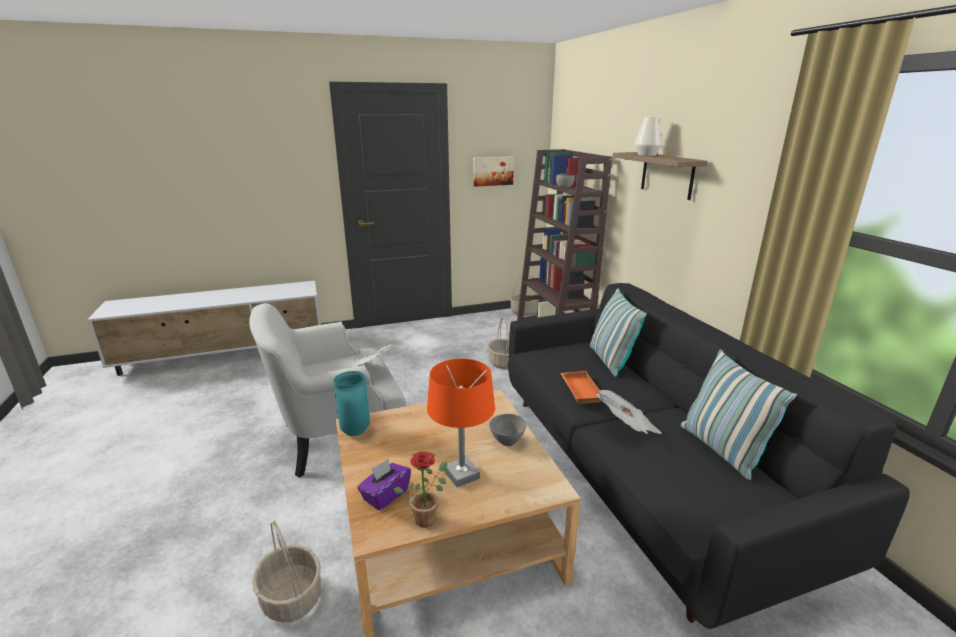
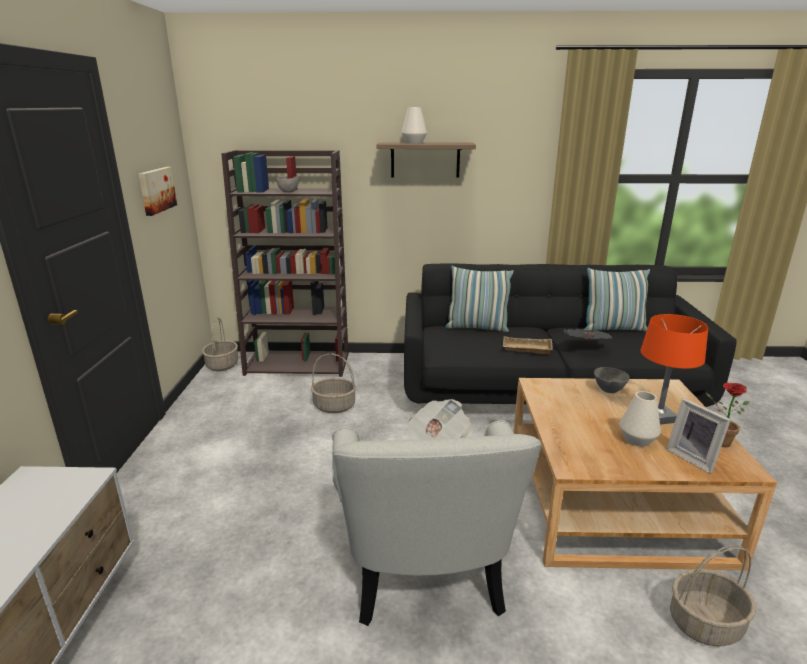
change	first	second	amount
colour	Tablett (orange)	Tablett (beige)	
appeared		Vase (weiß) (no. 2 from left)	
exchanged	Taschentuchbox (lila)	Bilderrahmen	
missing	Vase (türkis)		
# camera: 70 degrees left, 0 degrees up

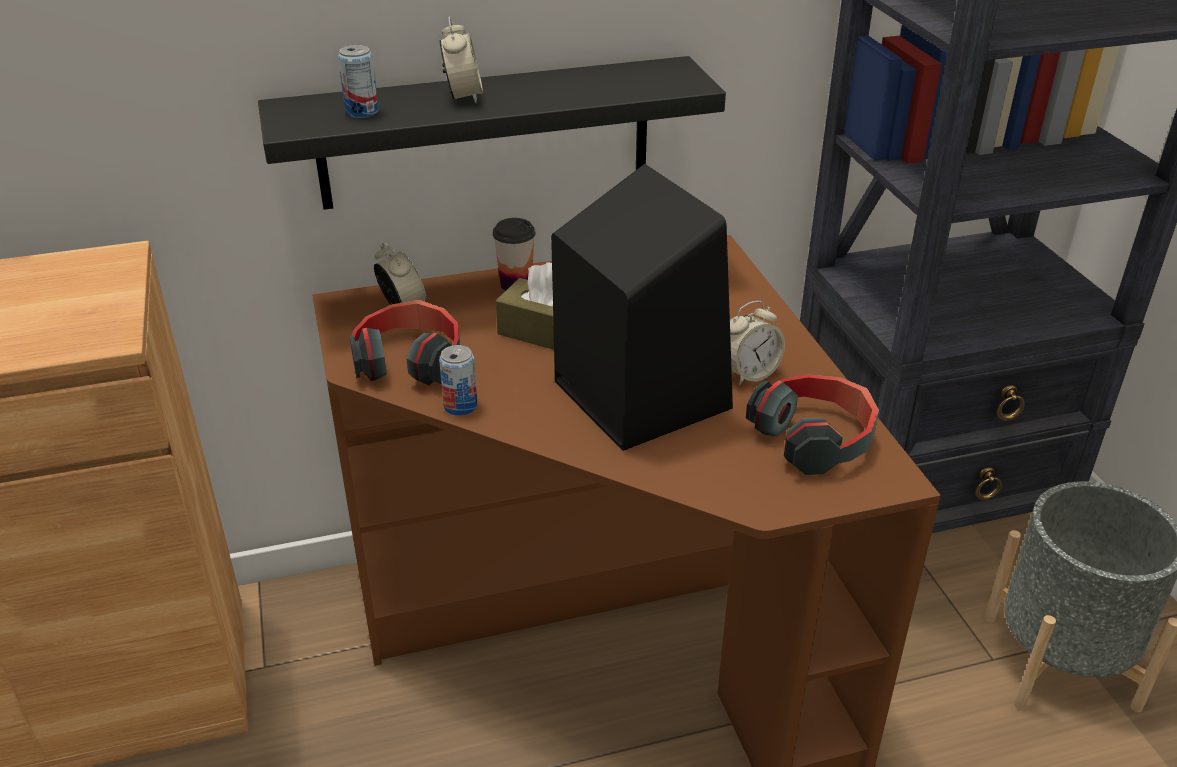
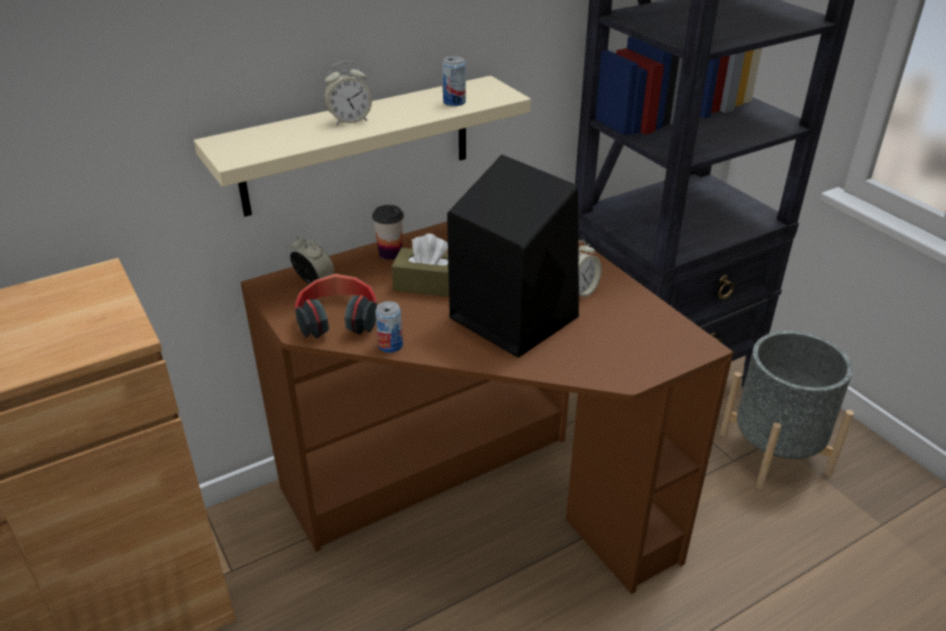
change	first	second	amount
colour	Wandregal (schwarz)	Wandregal (beige)	
spun	Wecker (no. 2 from left)		90 degrees clockwise
relocated	Dose (no. 1 from left in the first image)	Dose (no. 2 from left)	
missing	Kopfhörer (no. 2 from left)		
# camera: 15 degrees left, 0 degrees up

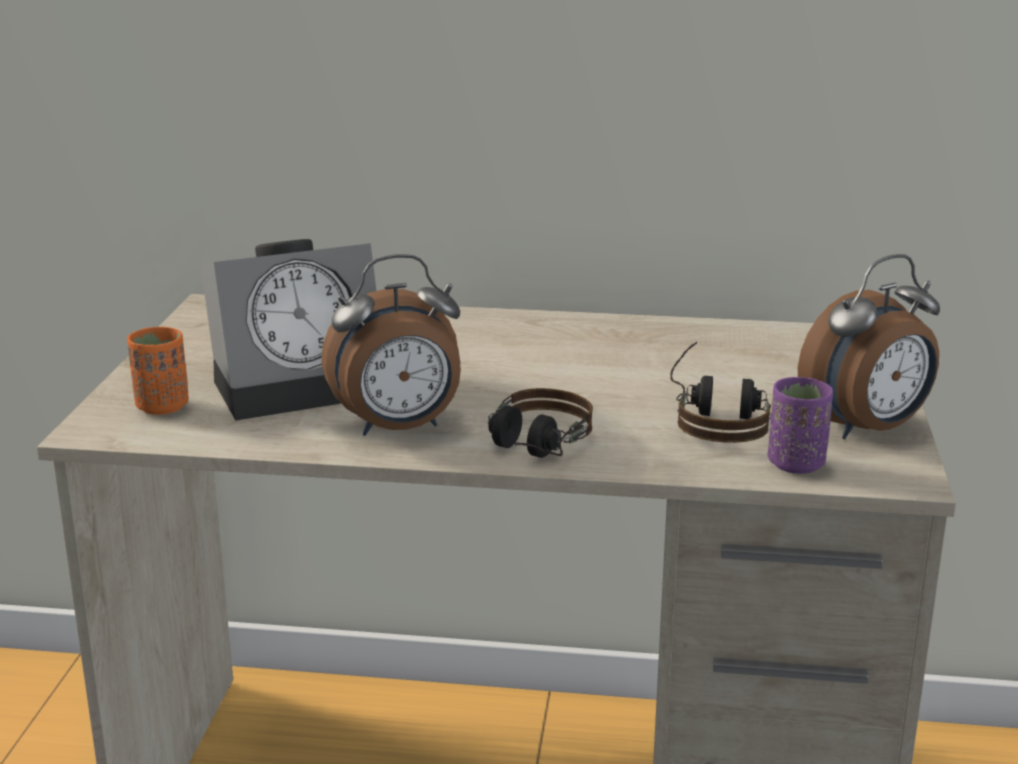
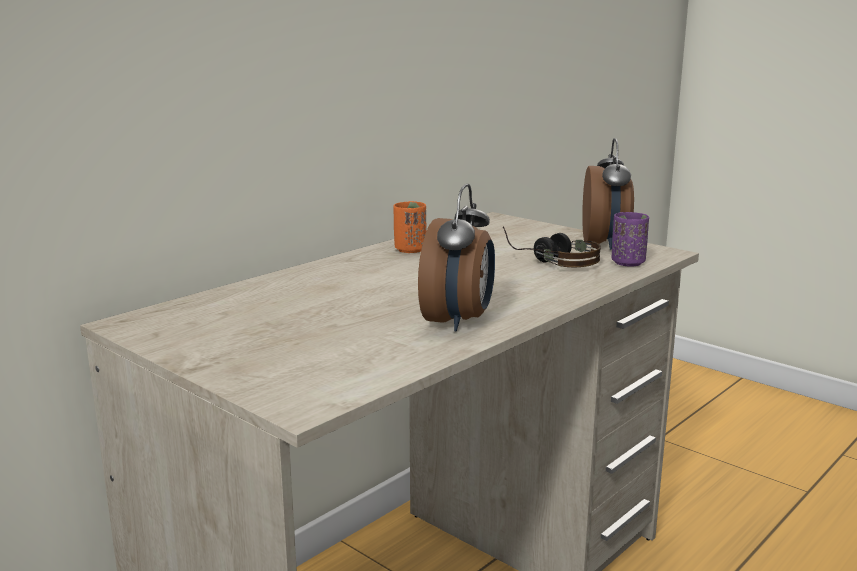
change	first	second	amount
relocated	Tasse (orange)		
missing	Wecker (no. 1 from left)		
missing	Kopfhörer (no. 1 from left)		
# camera: 55 degrees left, 5 degrees down

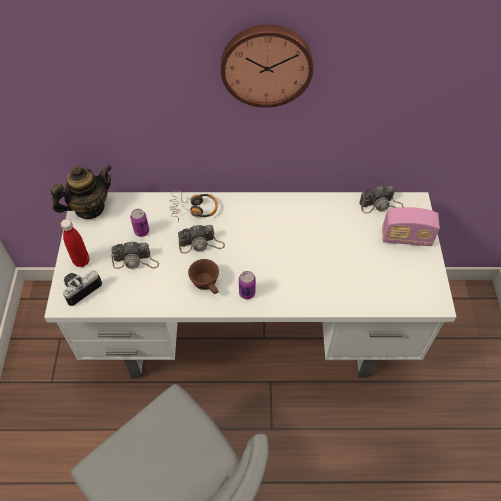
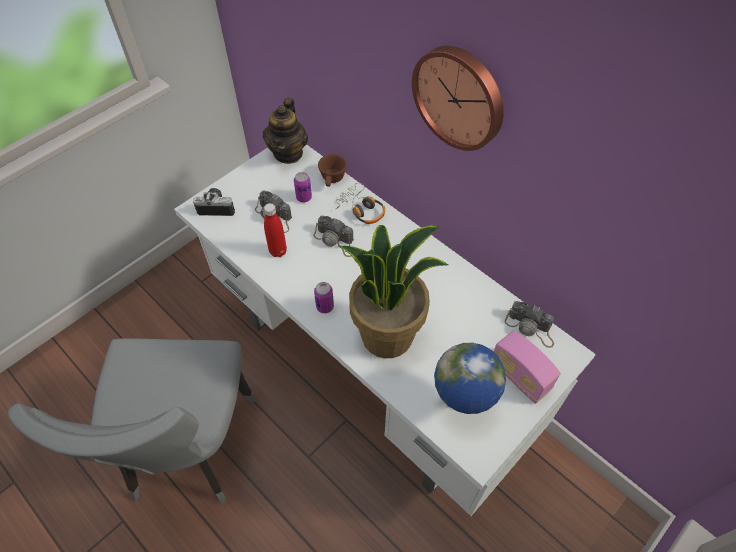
change	first	second	amount
spun	Teekanne		90 degrees clockwise
relocated	Flasche (rot)		
relocated	Tasse (braun)		
appeared		Topfpflanze	
appeared		Globus	
# camera: 45 degrees right, 0 degrees up

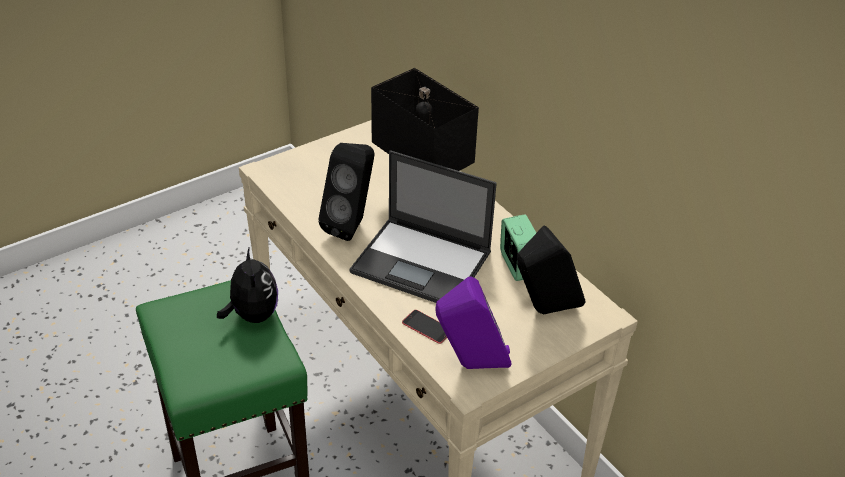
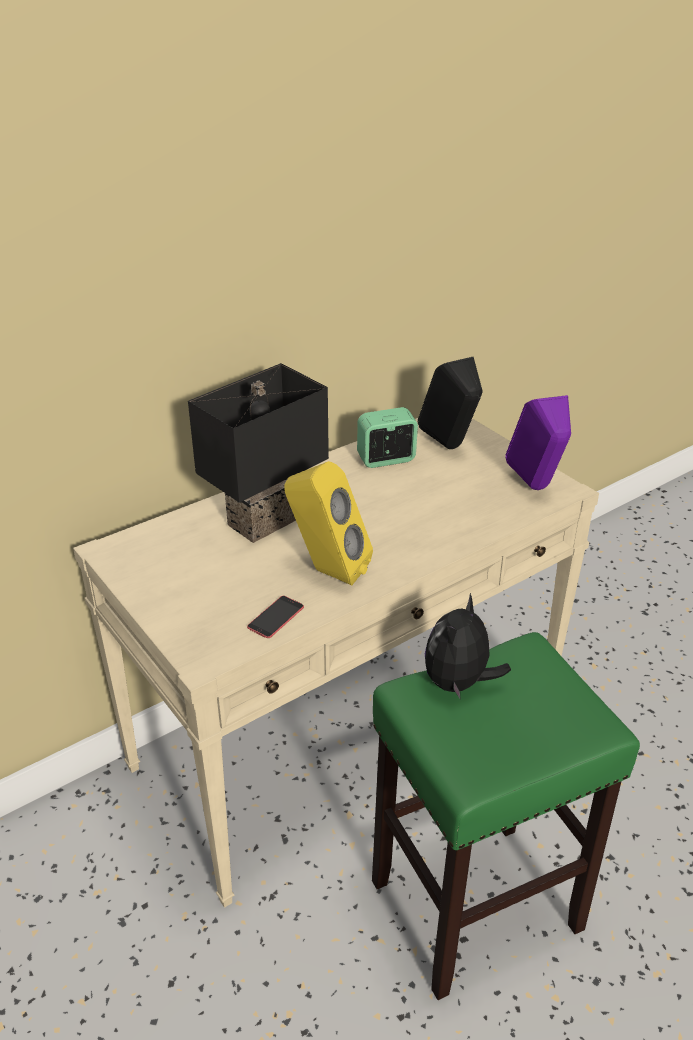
change	first	second	amount
relocated	Handy		
colour	Lautsprecher (schwarz) (no. 1 from left)	Lautsprecher (gelb)	
spun	Plüschtier		45 degrees counterclockwise
missing	Laptop		
# camera: 90 degrees left, 5 degrees down

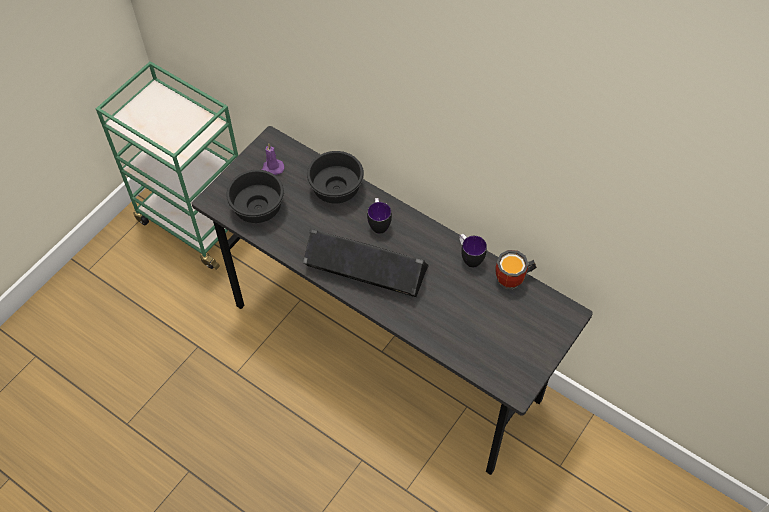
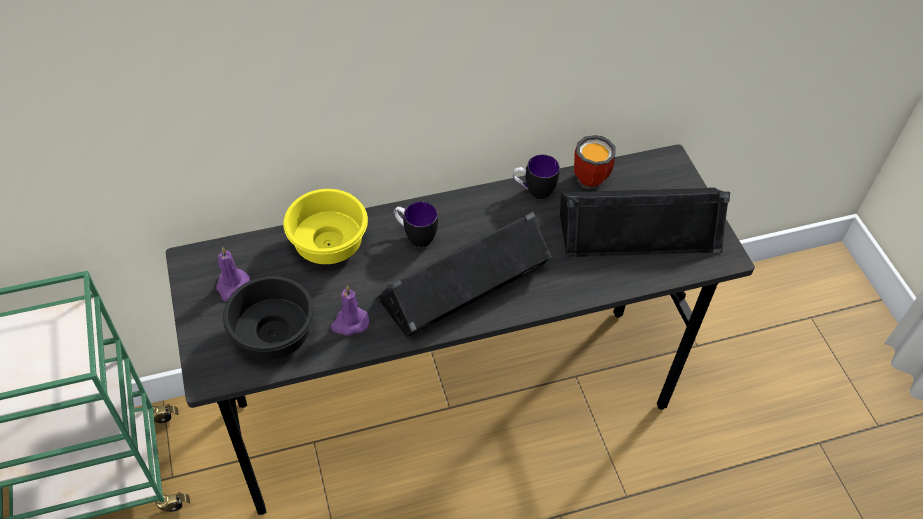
change	first	second	amount
colour	Schüssel (schwarz) (no. 2 from left)	Schüssel (gelb)	
appeared		Kerze (lila) (no. 2 from left)	
appeared		Lautsprecher (schwarz) (no. 2 from left)	
# camera: 55 degrees left, 5 degrees down

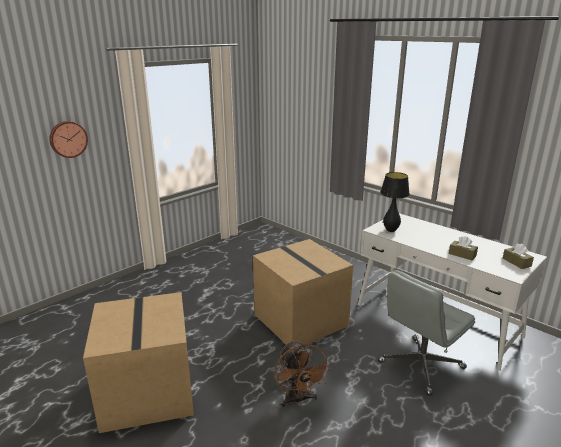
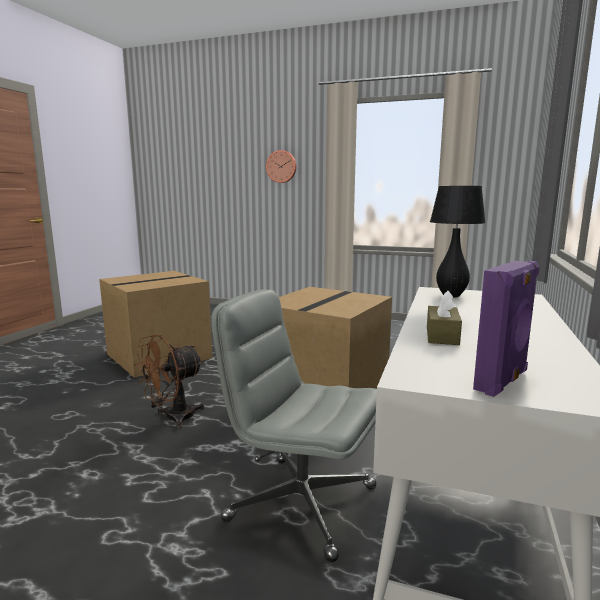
change	first	second	amount
exchanged	Taschentuchbox (braun) (no. 2 from left)	Lautsprecher (lila)	
# camera: 65 degrees right, 10 degrees down

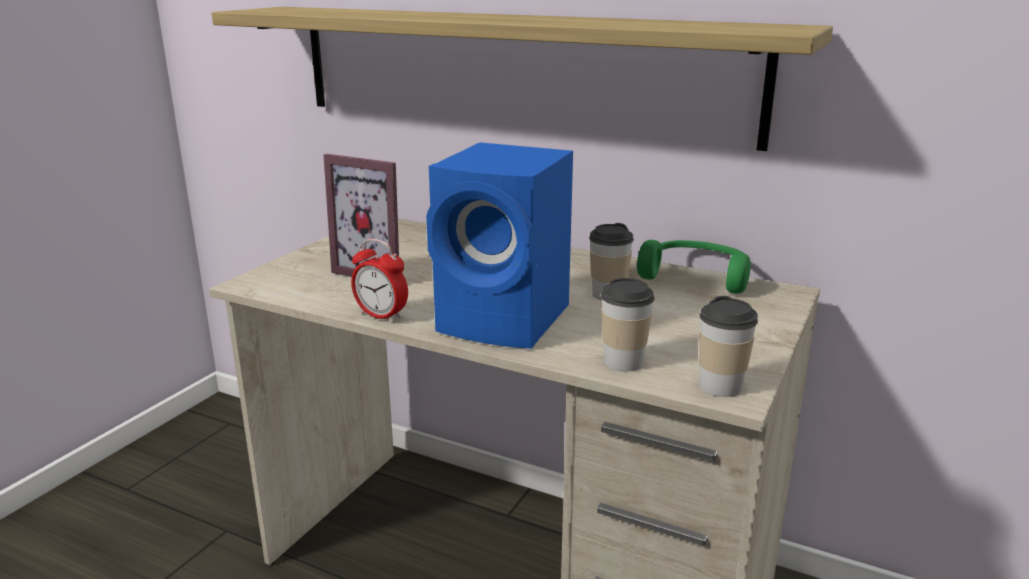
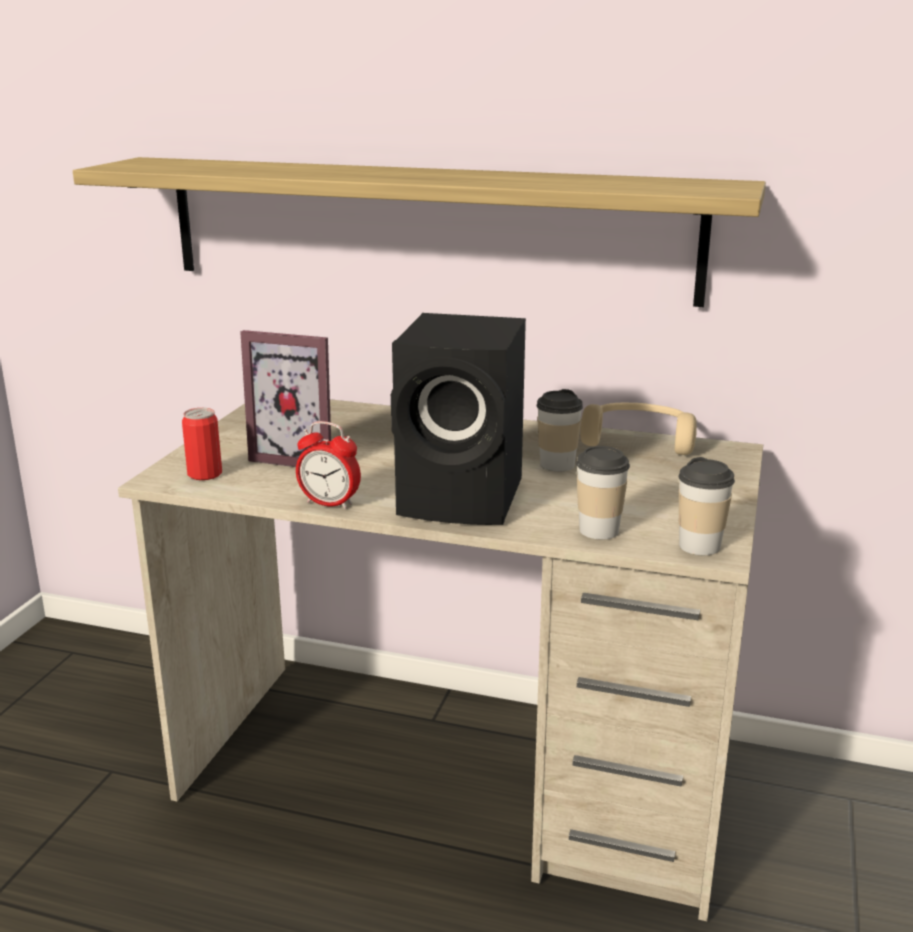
change	first	second	amount
appeared		Dose	
colour	Lautsprecher (blau)	Lautsprecher (schwarz)	
colour	Kopfhörer (grün)	Kopfhörer (beige)	
# camera: 10 degrees left, 0 degrees up

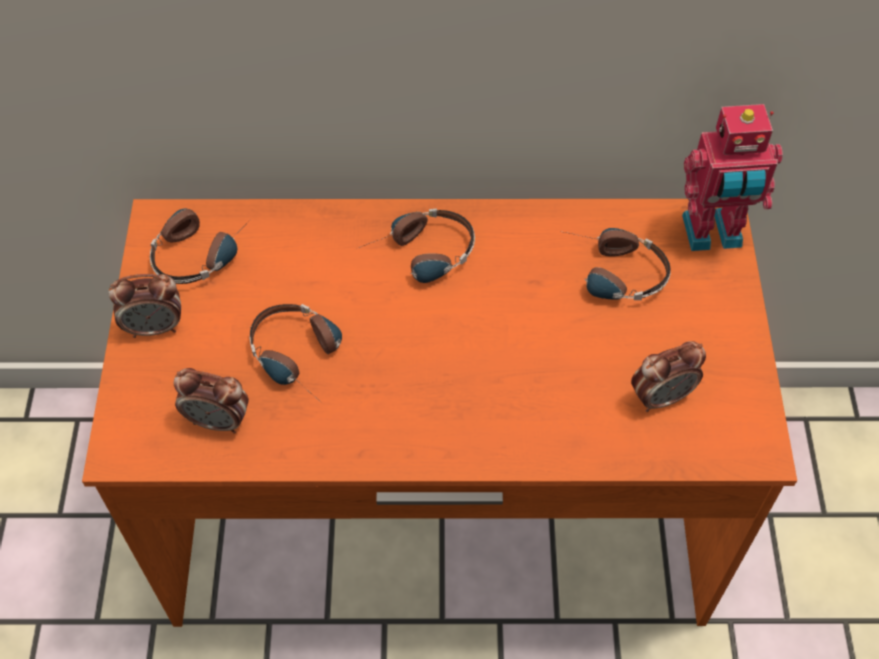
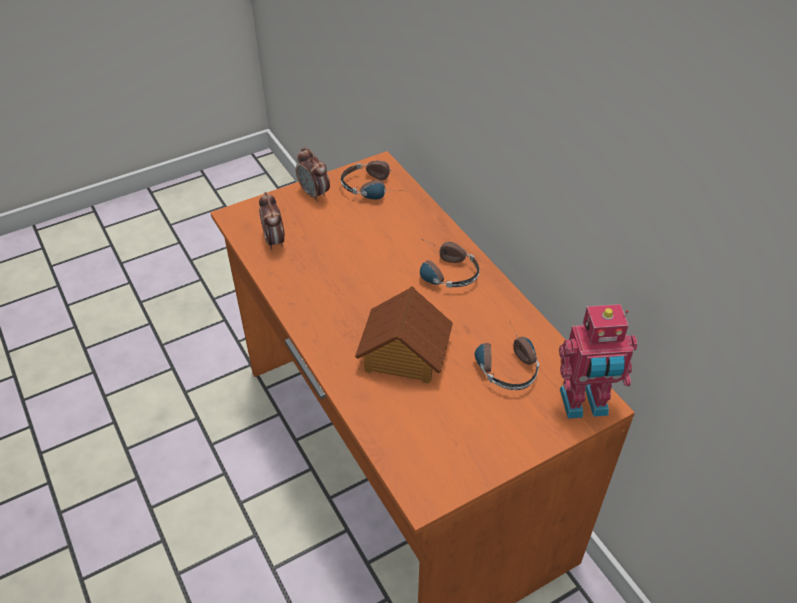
change	first	second	amount
appeared		Spielzeughaus	
spun	Spielzeugroboter		60 degrees counterclockwise
missing	Kopfhörer (no. 2 from left)		
missing	Wecker (no. 3 from left)		
# camera: 60 degrees right, 10 degrees down

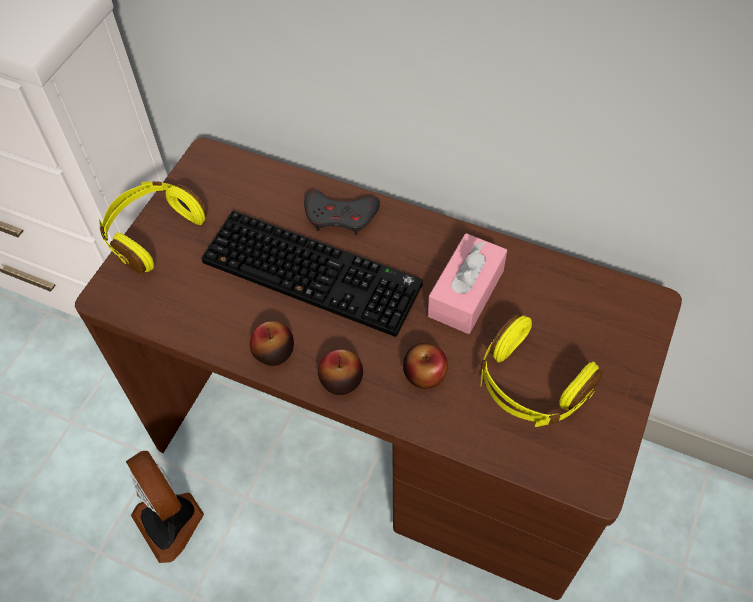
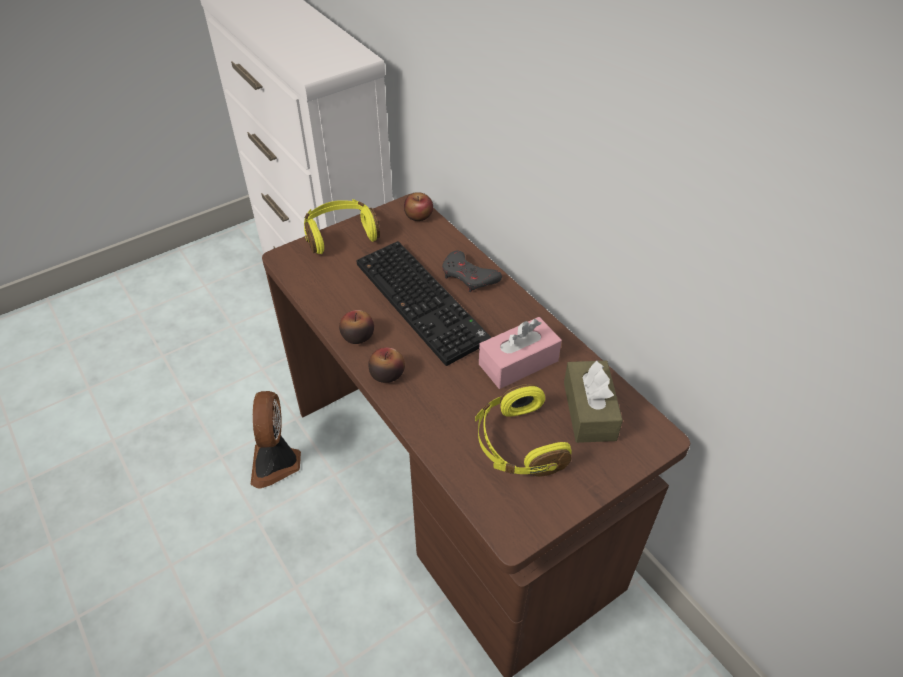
change	first	second	amount
relocated	Apfel (no. 3 from left)		
appeared		Taschentuchbox (braun)	
# camera: 30 degrees right, 10 degrees down

